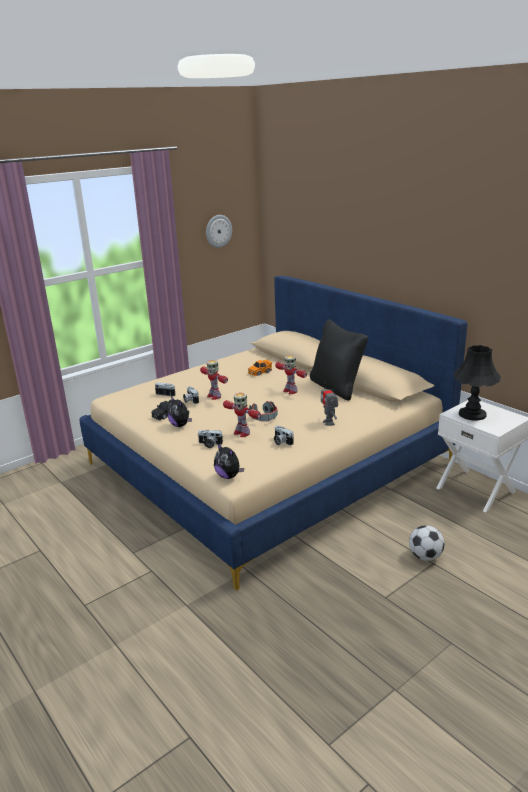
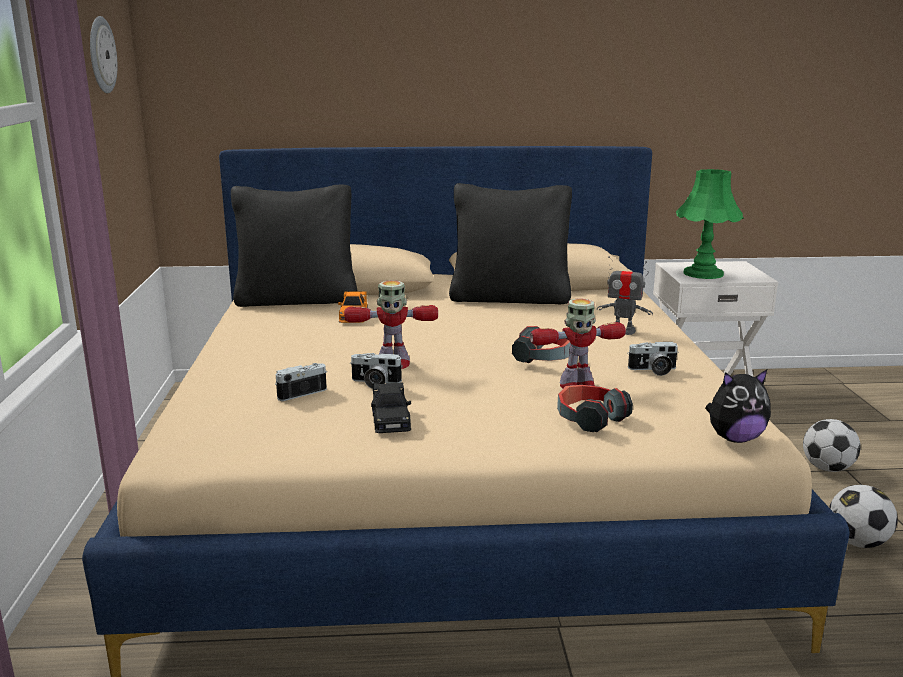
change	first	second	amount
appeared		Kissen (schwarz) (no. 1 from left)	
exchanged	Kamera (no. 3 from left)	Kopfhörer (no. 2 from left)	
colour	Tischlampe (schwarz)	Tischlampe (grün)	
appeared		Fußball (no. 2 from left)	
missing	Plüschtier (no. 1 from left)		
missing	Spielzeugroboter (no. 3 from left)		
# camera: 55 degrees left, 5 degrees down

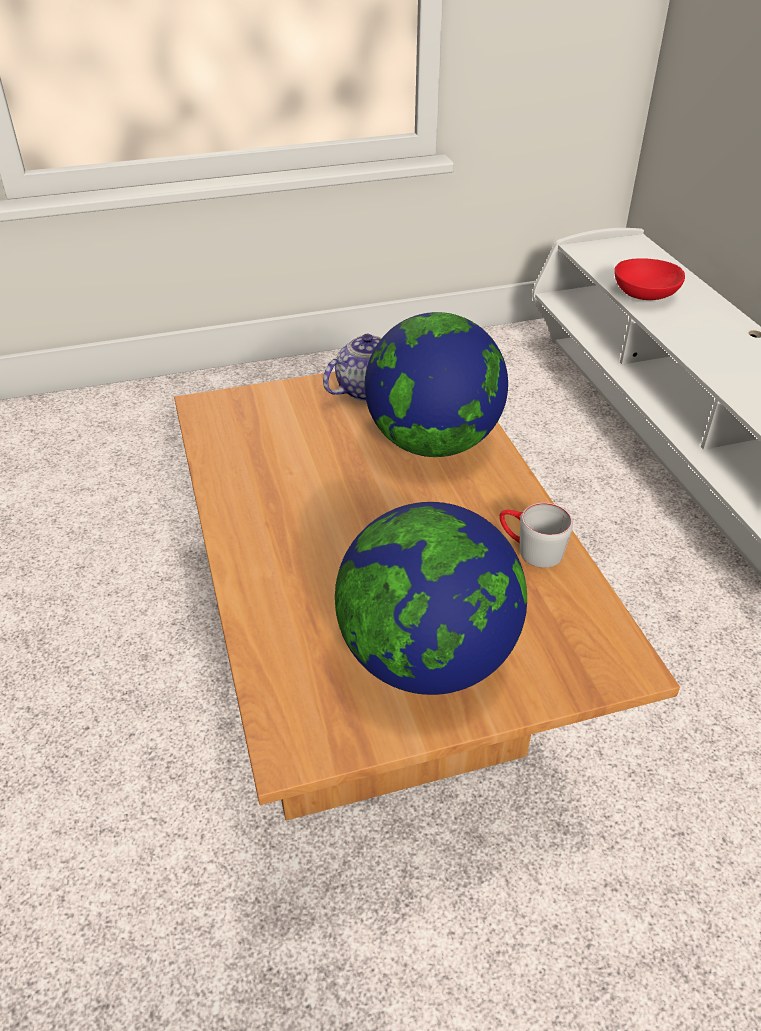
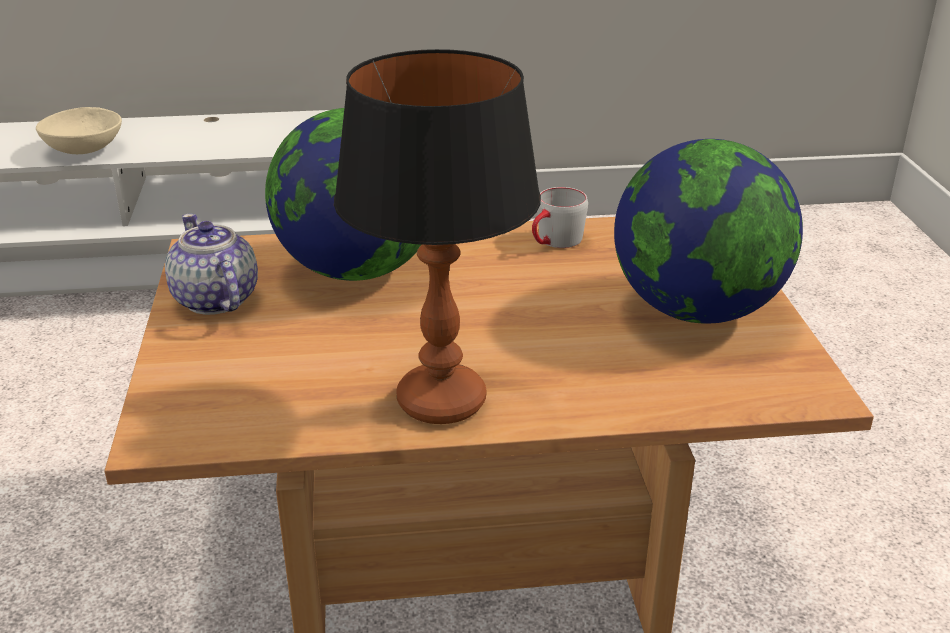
change	first	second	amount
colour	Schüssel (rot)	Schüssel (beige)	
appeared		Tischlampe	
# camera: 80 degrees left, 10 degrees down

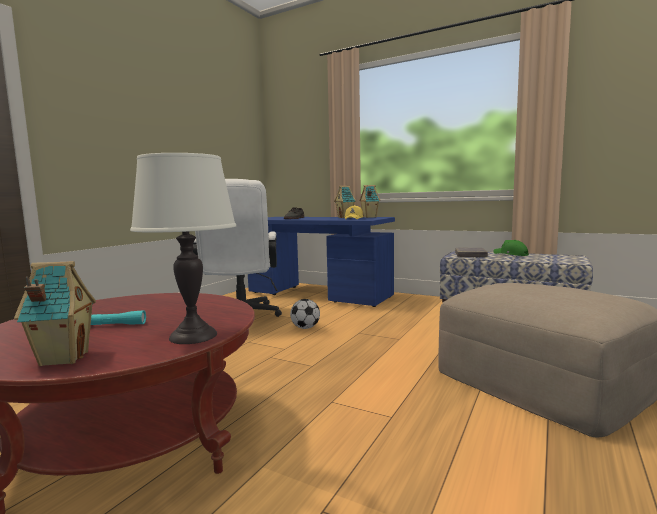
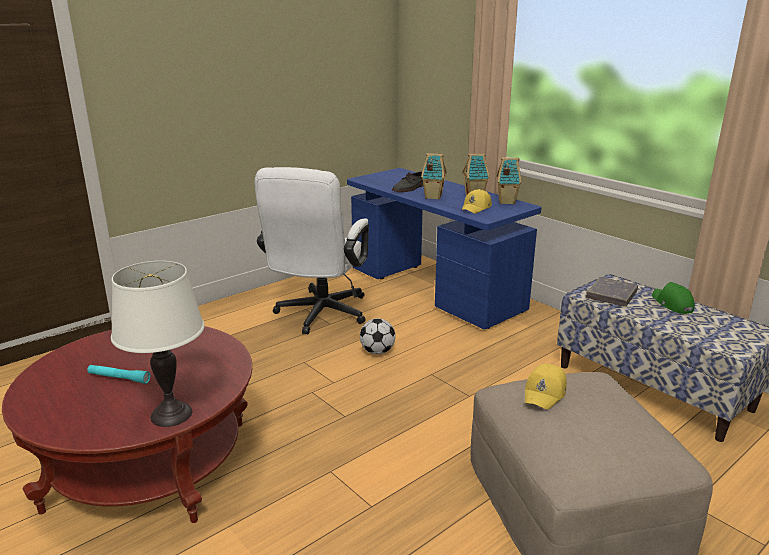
change	first	second	amount
relocated	Spielzeughaus (no. 1 from left)		
appeared		Kappe (gelb) (no. 2 from left)	
# camera: 20 degrees right, 15 degrees up

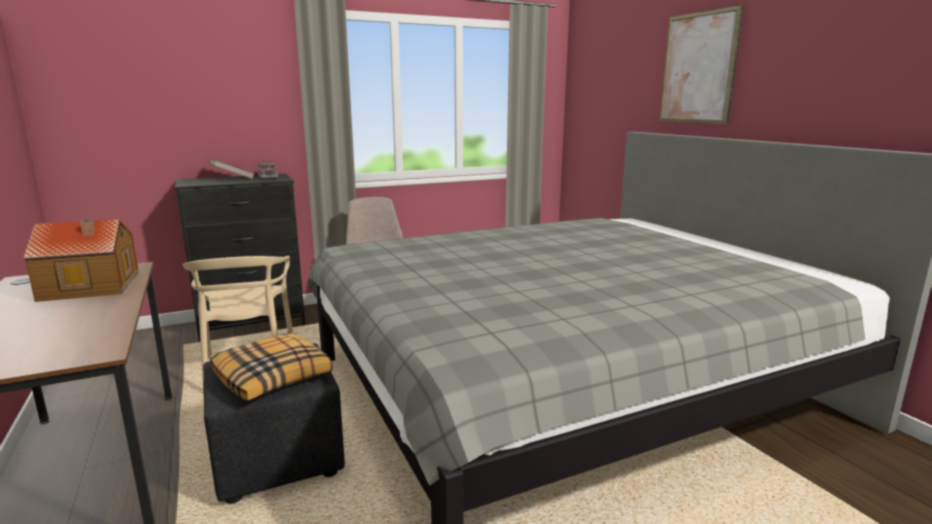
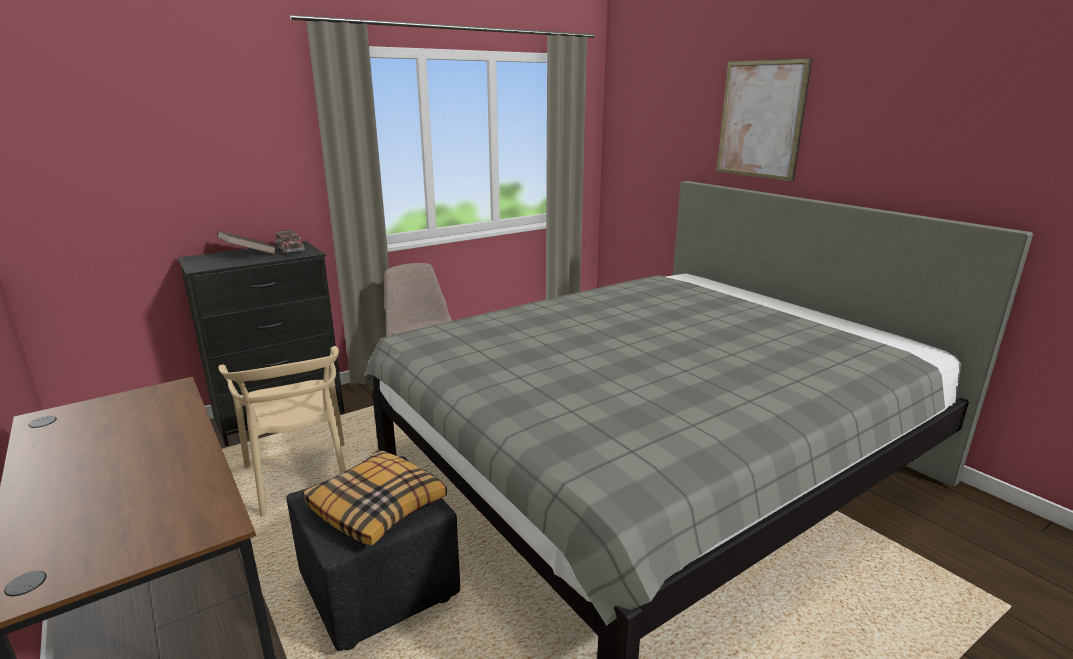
change	first	second	amount
missing	Spielzeughaus		
# camera: 10 degrees left, 5 degrees up

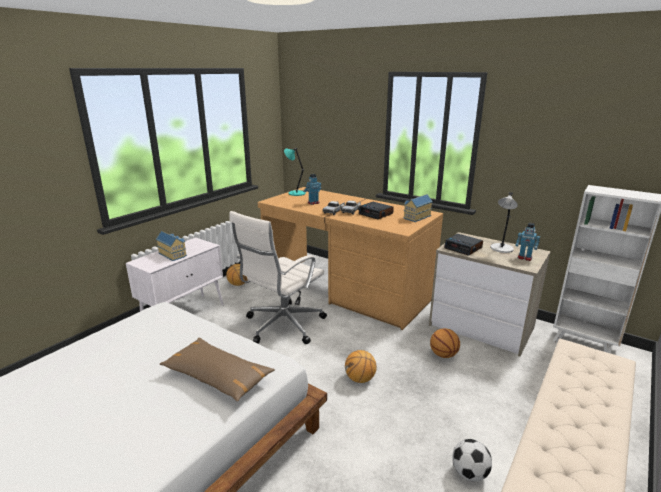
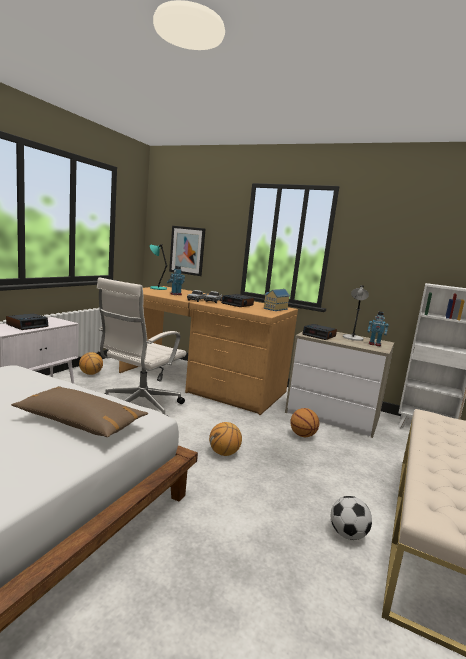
change	first	second	amount
exchanged	Spielzeughaus (no. 1 from left)	Wecker (no. 1 from left)	
appeared		Bild	
# camera: 10 degrees left, 10 degrees down

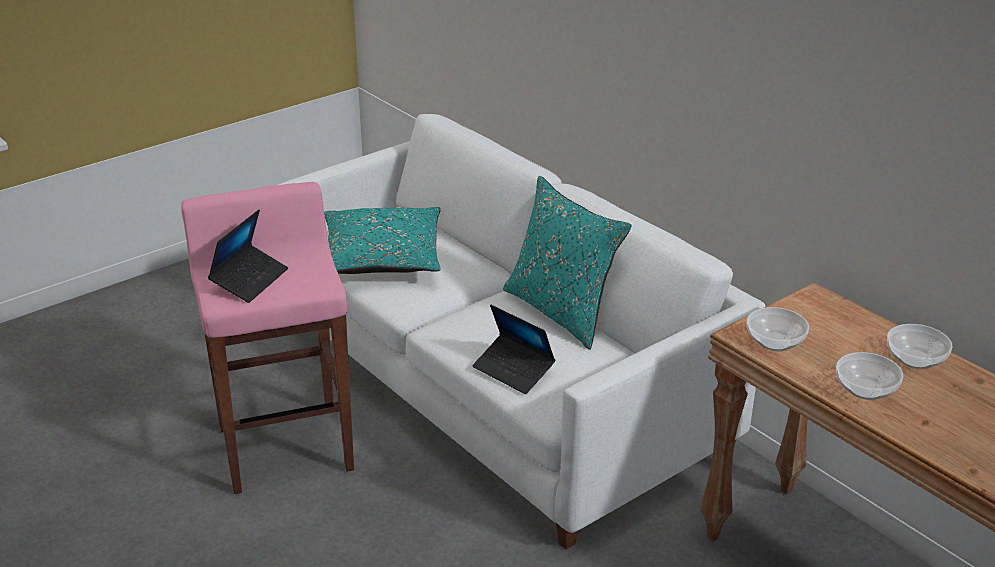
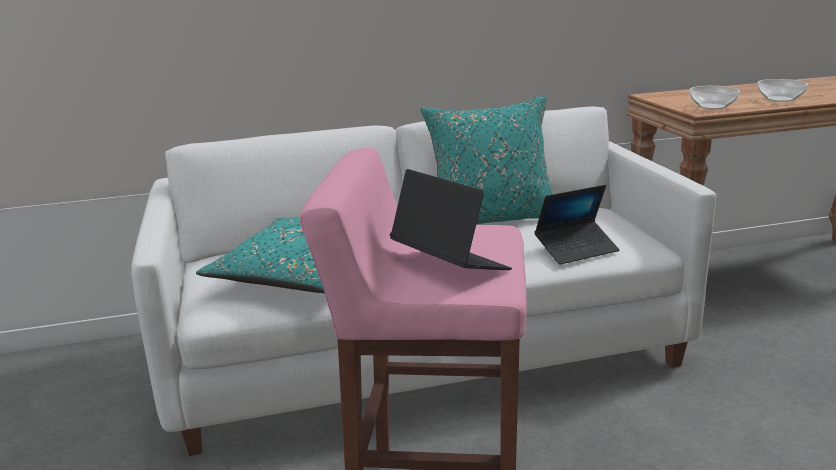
change	first	second	amount
missing	Schüssel (no. 3 from left)		
# camera: 65 degrees left, 10 degrees down

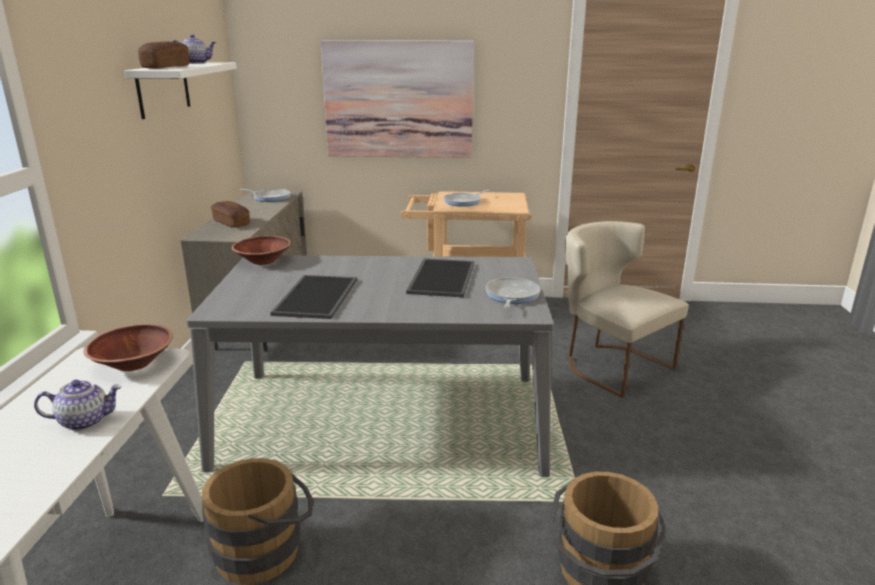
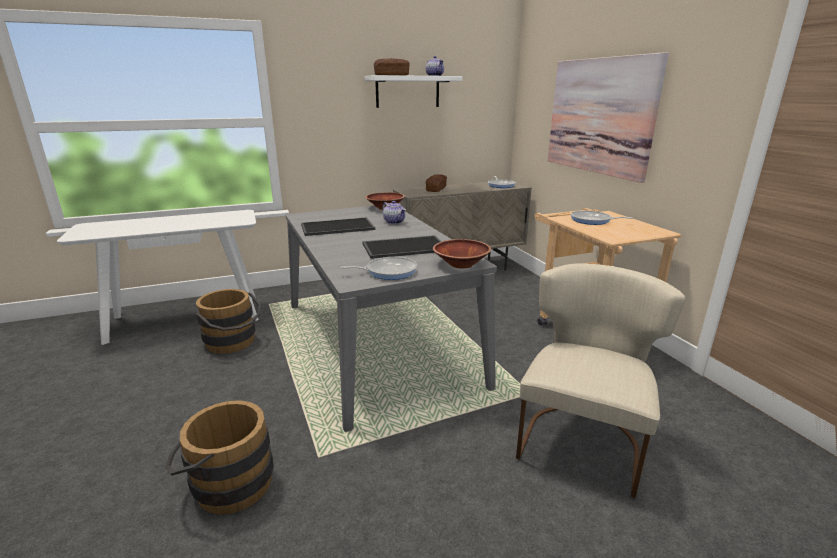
change	first	second	amount
relocated	Teekanne (no. 1 from left)		
relocated	Schüssel (braun) (no. 1 from left in the first image)	Schüssel (braun) (no. 2 from left)	
# camera: 65 degrees right, 0 degrees up

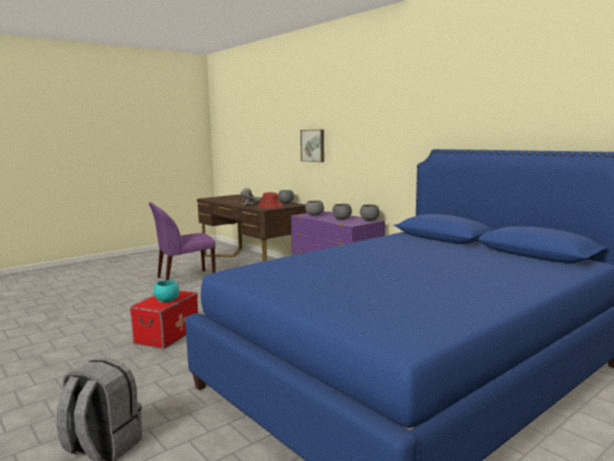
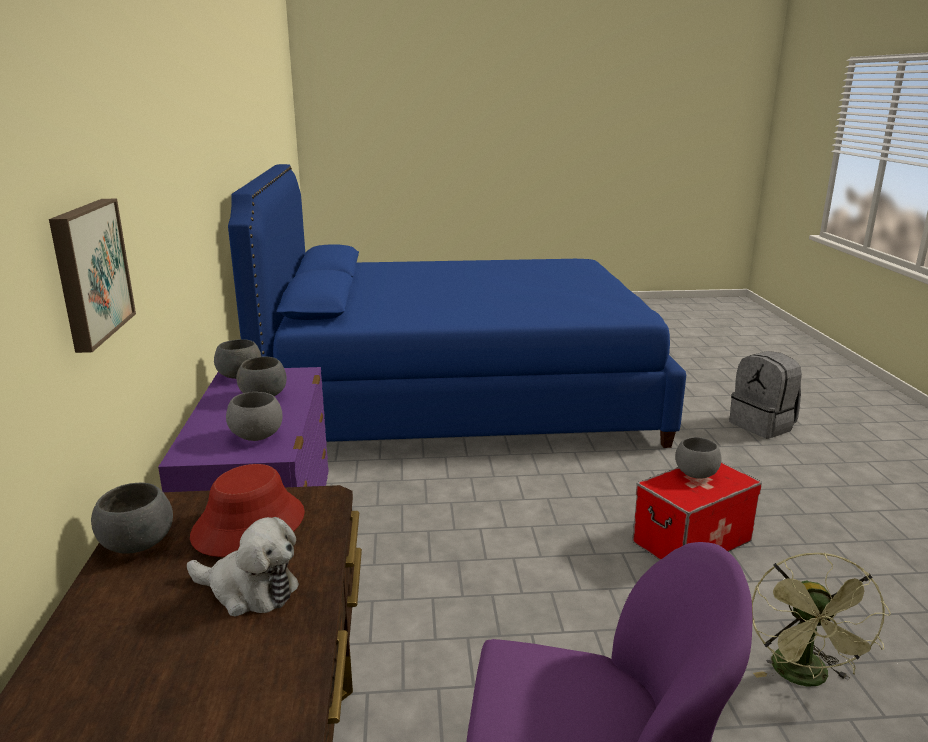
change	first	second	amount
colour	Schüssel (türkis)	Schüssel (grau) (no. 5 from left)	
appeared		Ventilator (grün)	
# camera: 145 degrees left, 10 degrees up

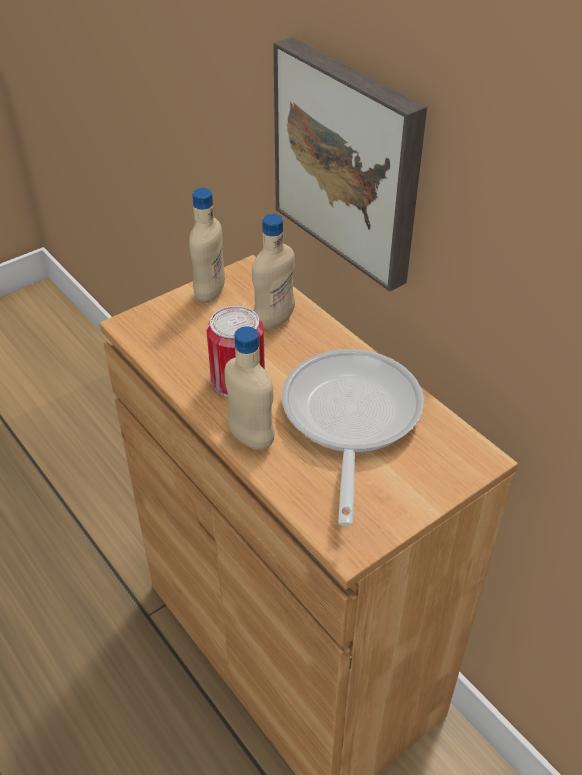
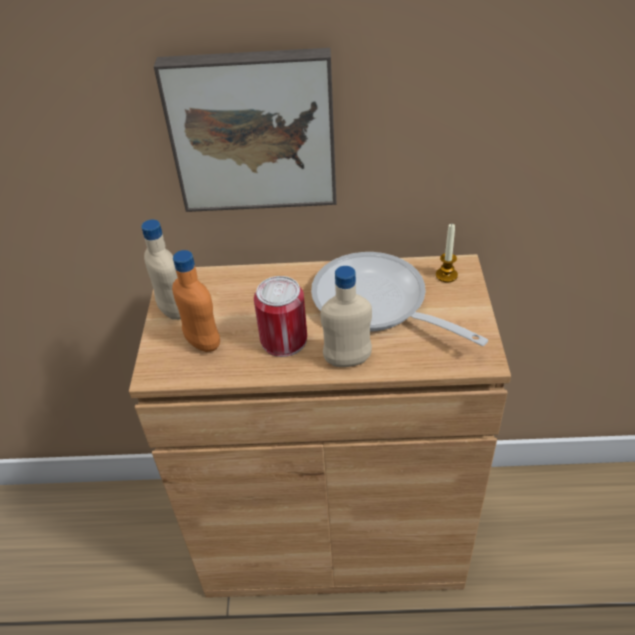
change	first	second	amount
appeared		Flasche (orange)	
appeared		Kerze	
missing	Flasche (beige) (no. 3 from left)		
# camera: 50 degrees left, 0 degrees up

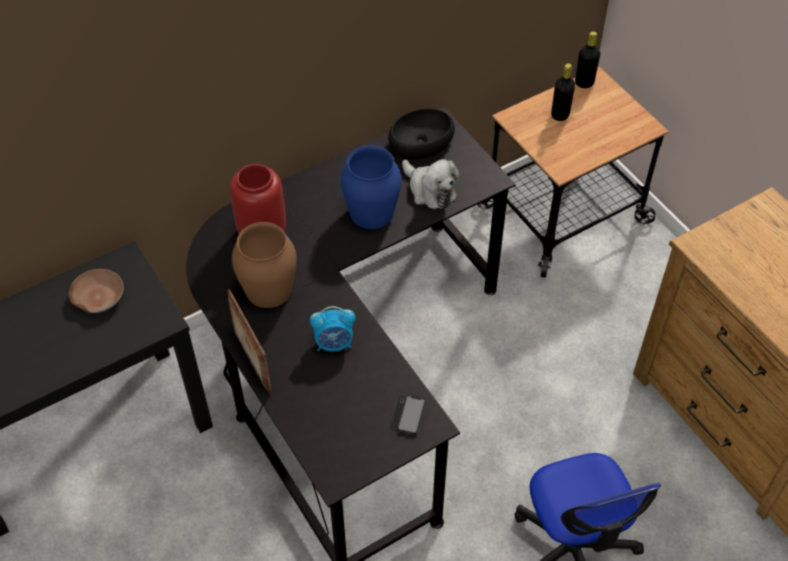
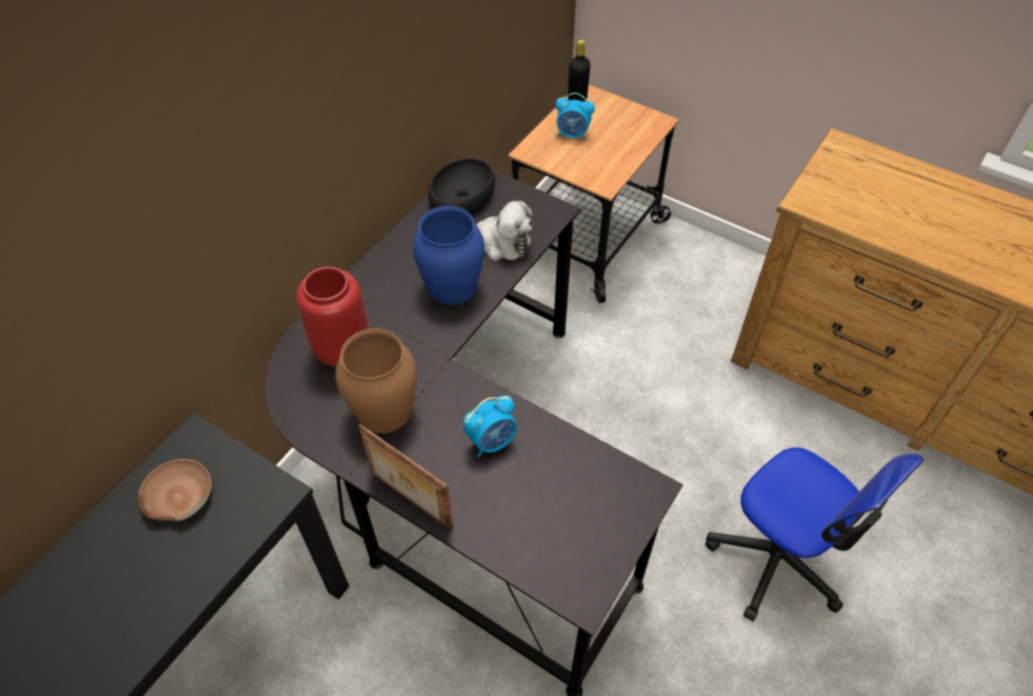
change	first	second	amount
exchanged	Flasche (schwarz) (no. 1 from left)	Wecker (no. 2 from left)	
missing	Handy		
# camera: 25 degrees left, 0 degrees up

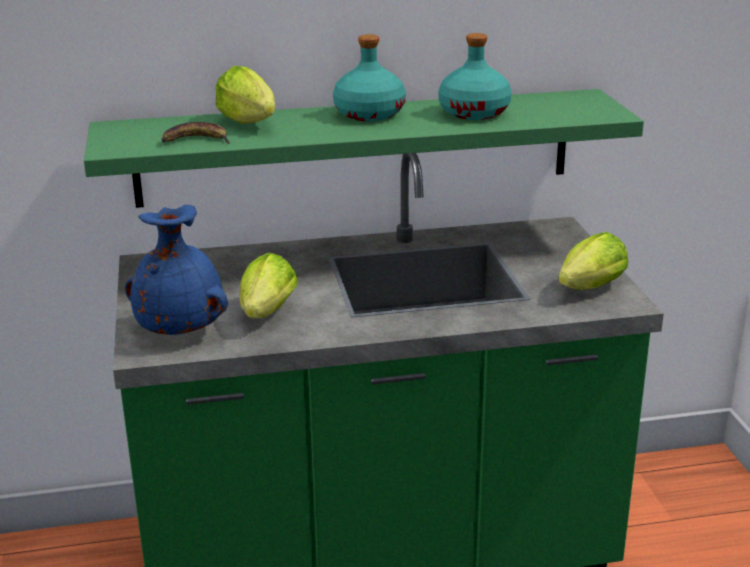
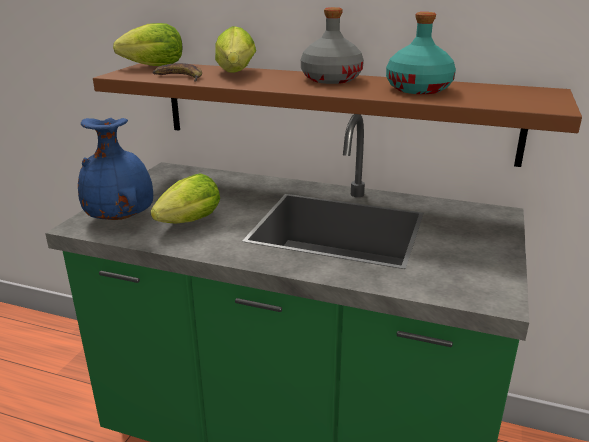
change	first	second	amount
colour	Wandregal (grün)	Wandregal (braun)	
relocated	Salatkopf (no. 3 from left in the first image)	Salatkopf (no. 1 from left)	
colour	Flasche (türkis) (no. 1 from left)	Flasche (grau)	
# camera: 30 degrees right, 0 degrees up

